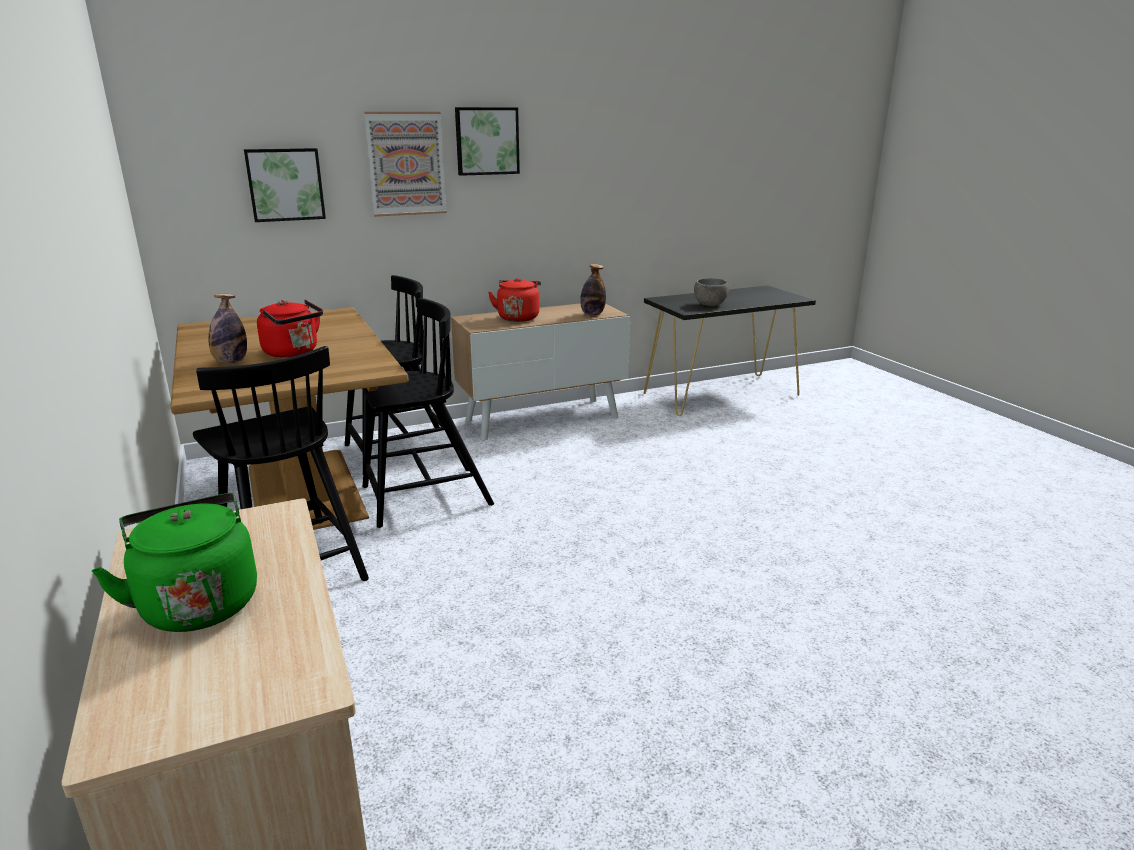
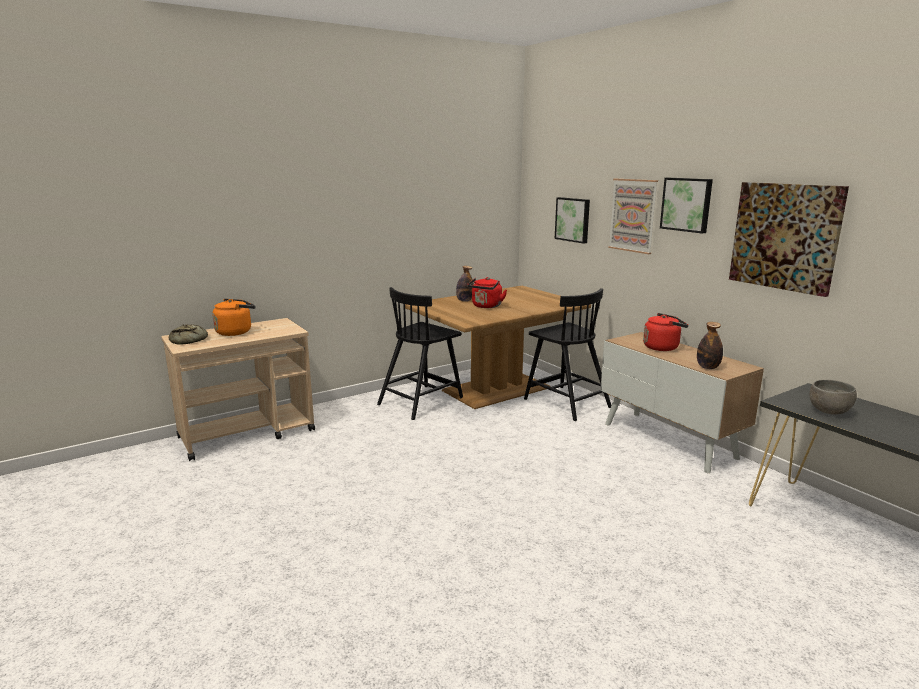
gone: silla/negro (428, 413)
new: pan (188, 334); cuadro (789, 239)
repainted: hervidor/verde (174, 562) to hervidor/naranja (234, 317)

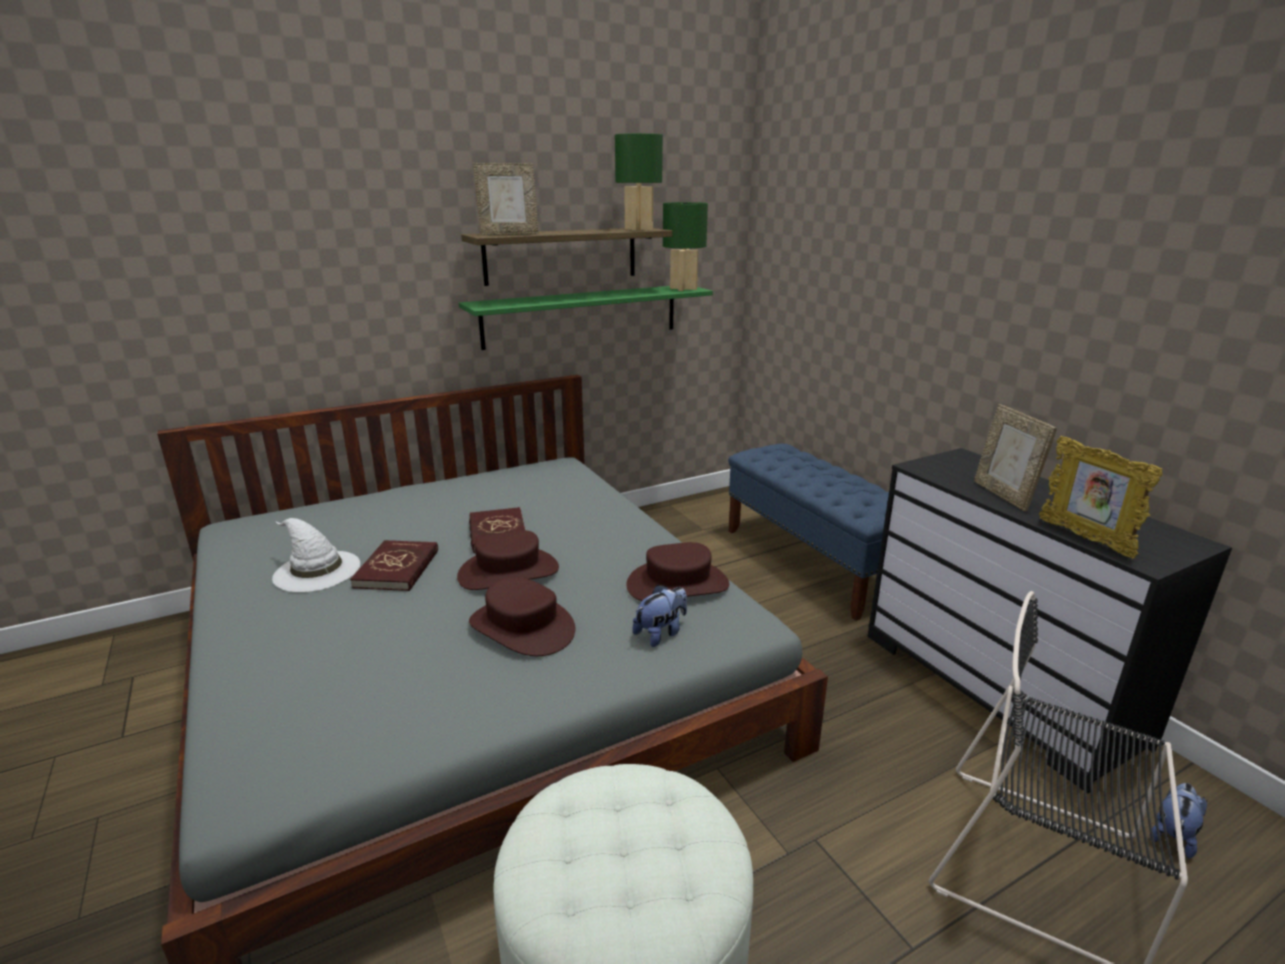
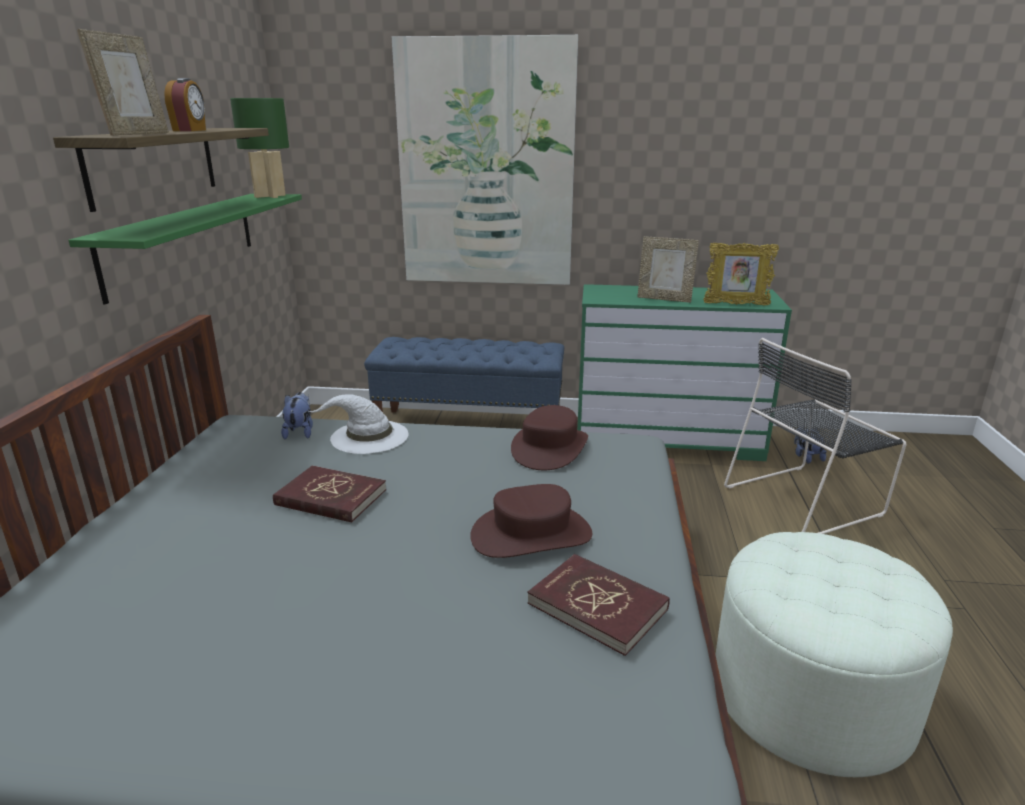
gone: sombrero/marrón (508, 560); lámpara de mesa/verde (639, 182)
new: despertador (185, 104); cuadro (485, 160)
shifted: peluche (659, 616) to (297, 415); sombrero/blanco (316, 555) to (358, 424); libro/rojo (394, 565) to (598, 605)
repainted: cómoda/negro (1050, 621) to cómoda/verde (684, 372)

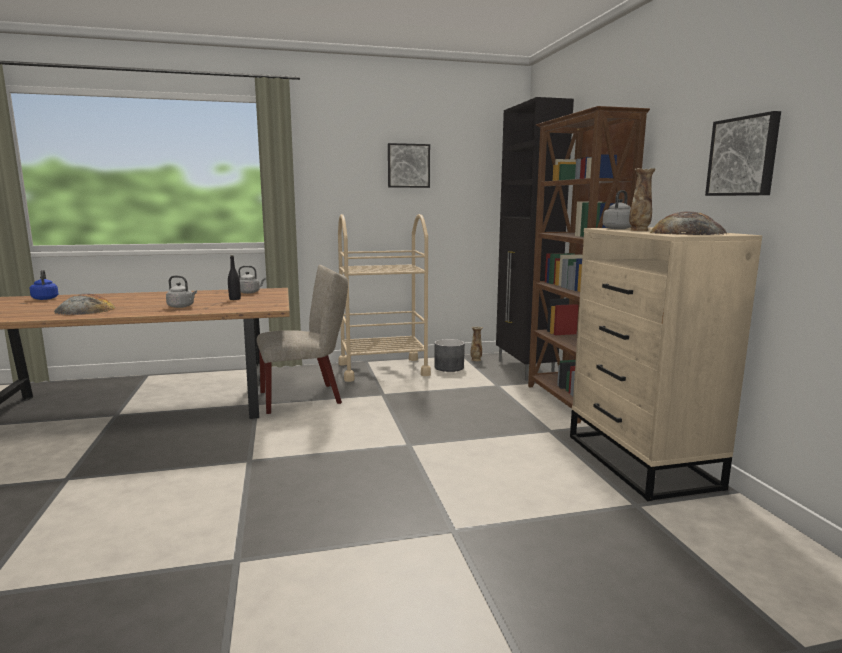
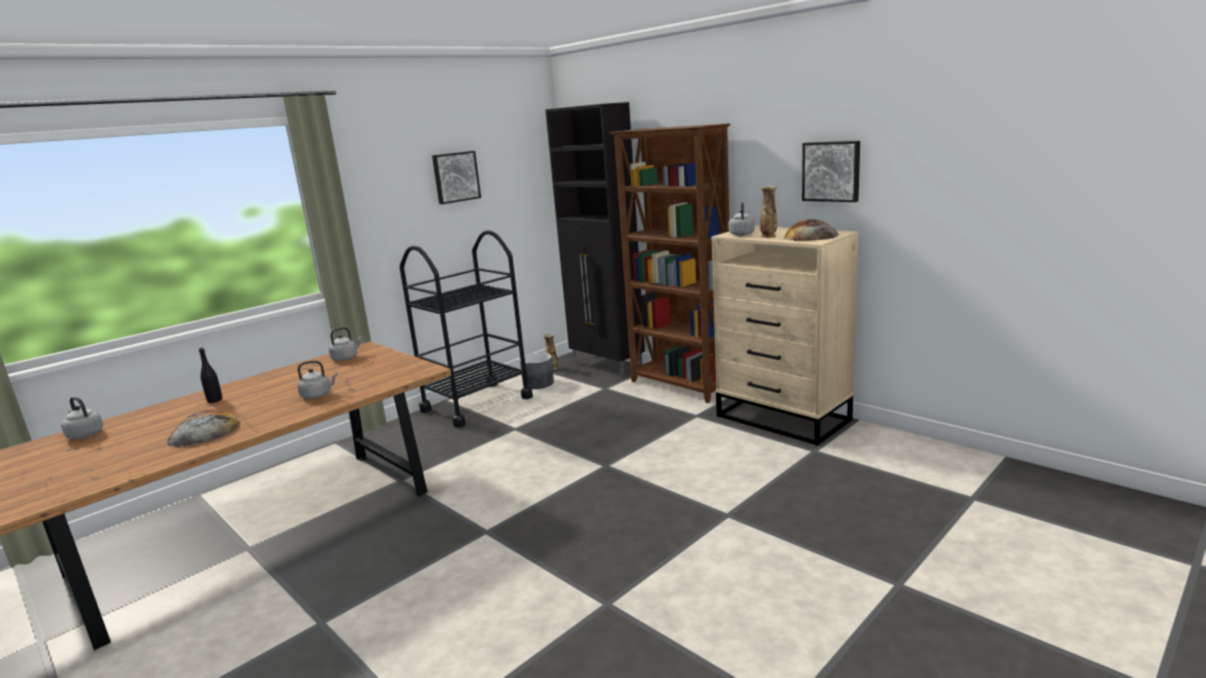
gone: silla/beis (302, 339)
shifted: botella/negro (234, 277) to (210, 375)
repainted: hervidor/azul (44, 285) to hervidor/gris (82, 418); carrito/beis (384, 298) to carrito/negro (466, 329)

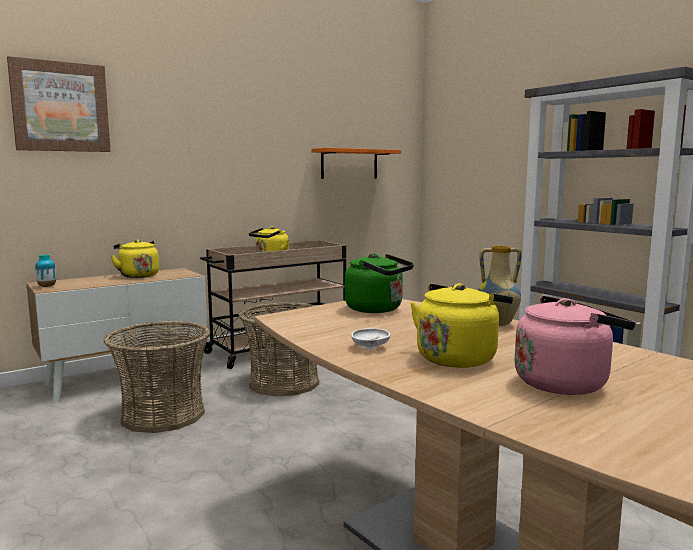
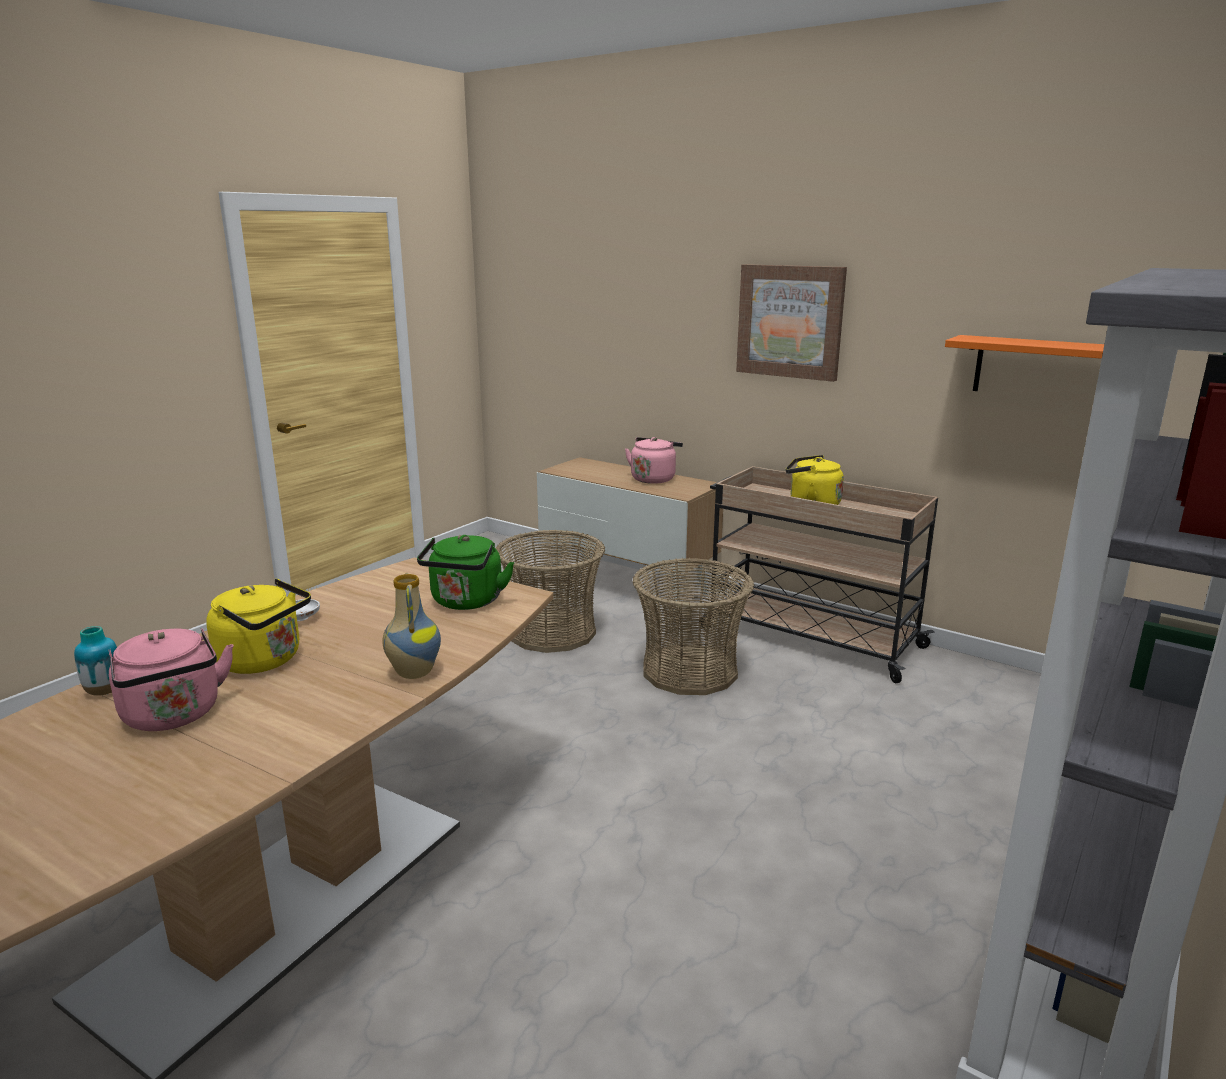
shifted: florero (45, 270) to (95, 661); cuadro (59, 104) to (791, 323)
repainted: hervidor/amarillo (134, 258) to hervidor/rosa (654, 460)

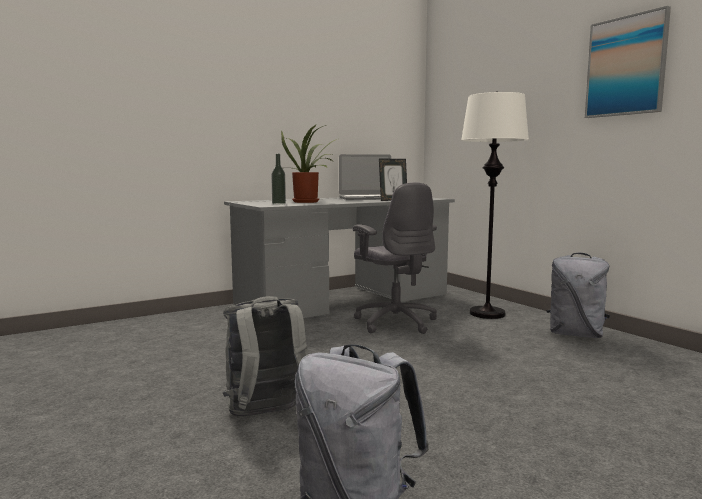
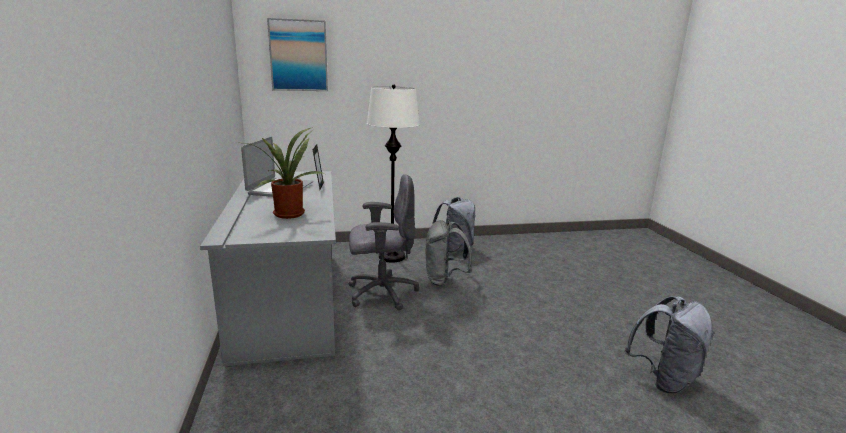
gone: botella (278, 179)
shifted: cuadro (628, 62) to (297, 54); mochila/gris (265, 356) to (448, 253)

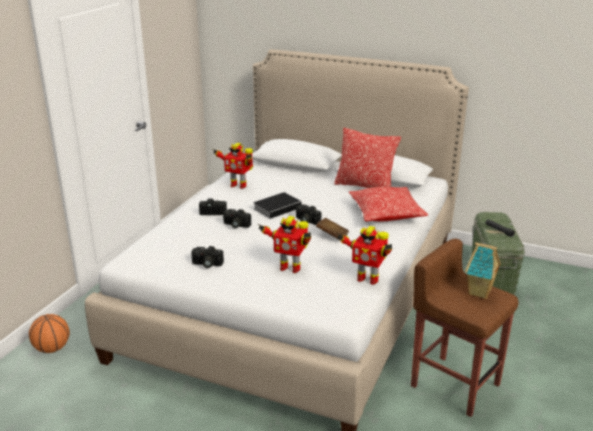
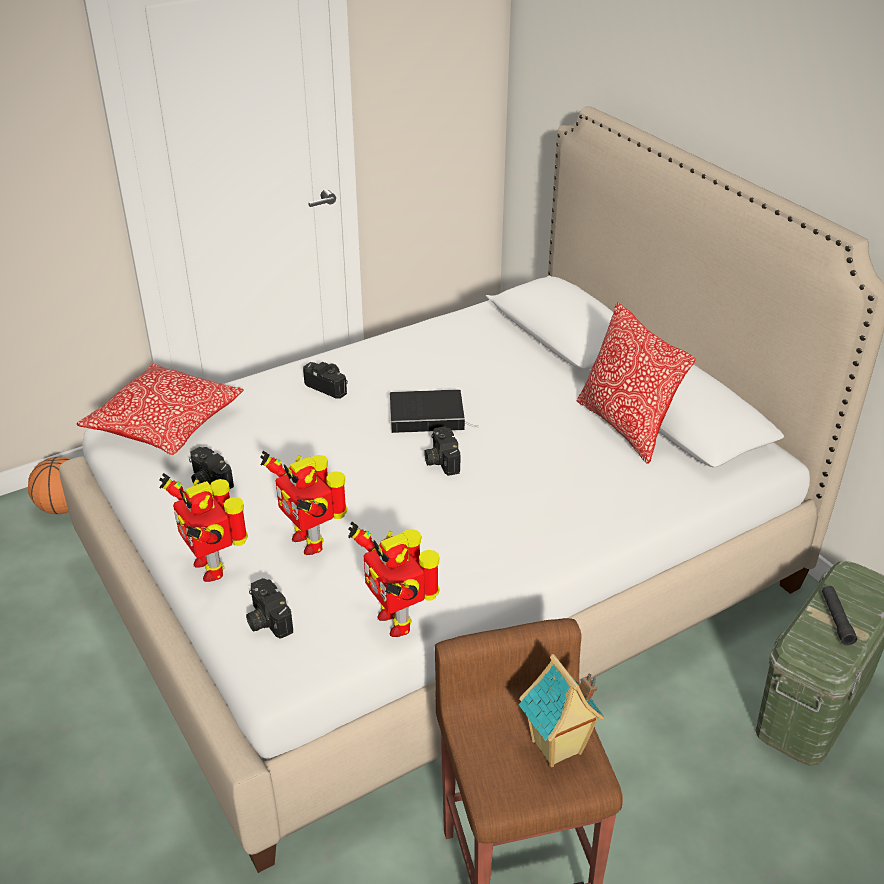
gone: libro/marrón (332, 229)
shifted: cojín (388, 204) to (160, 409); robot de juguete (233, 166) to (203, 527); cámara (237, 218) to (269, 608)

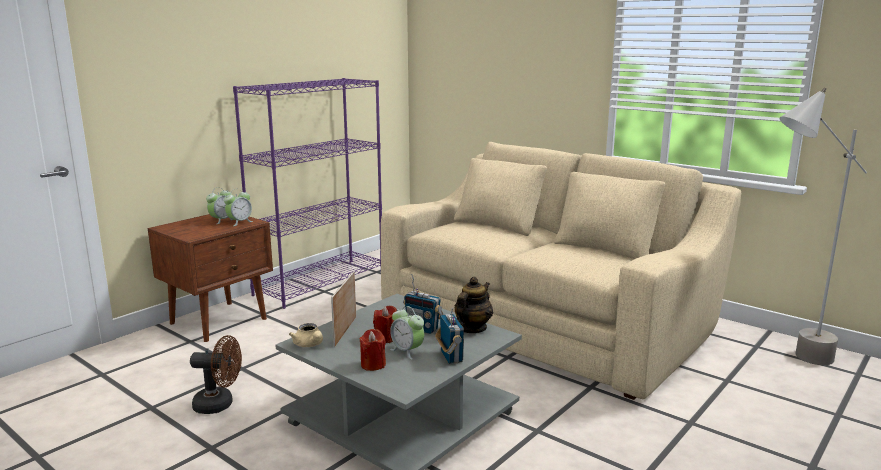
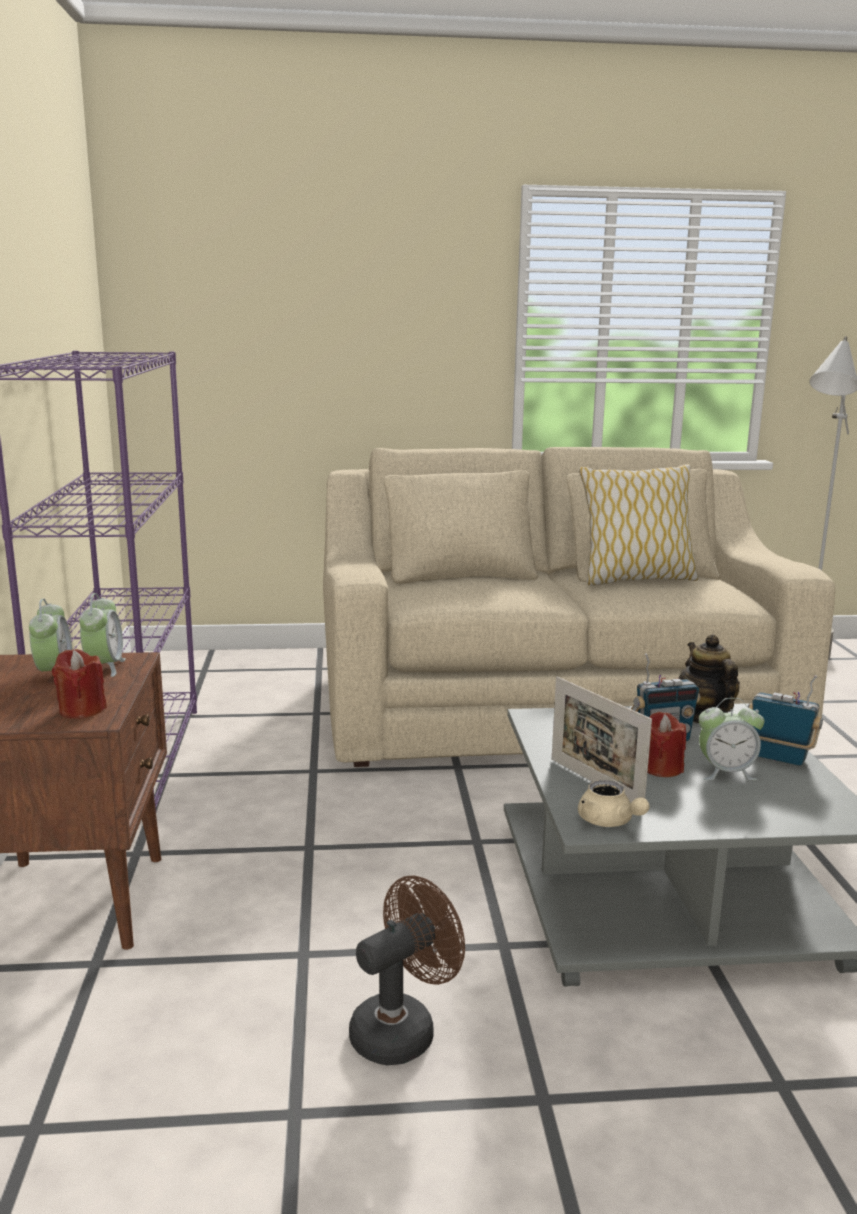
new: cojín (638, 525)
shifted: vela/rojo (372, 350) to (79, 684)
rotated: tetera/beis (306, 335) = (614, 803) 45 degrees clockwise

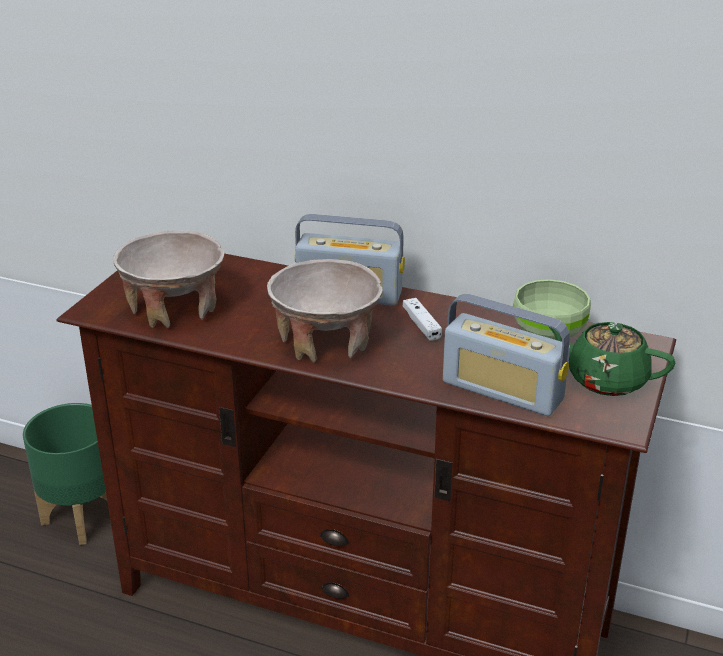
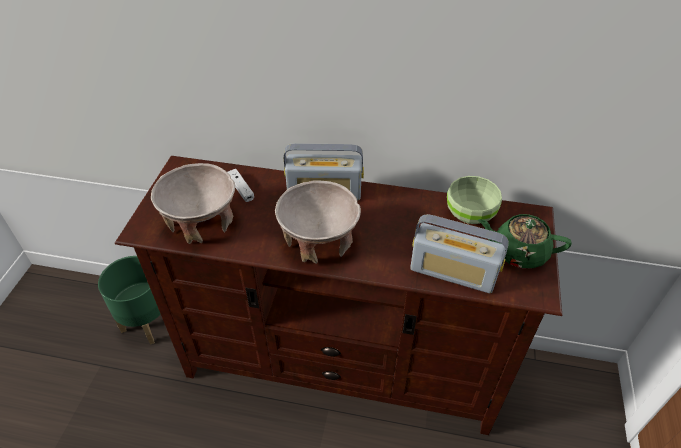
shifted: mando de consola/blanco (422, 319) to (241, 185)

